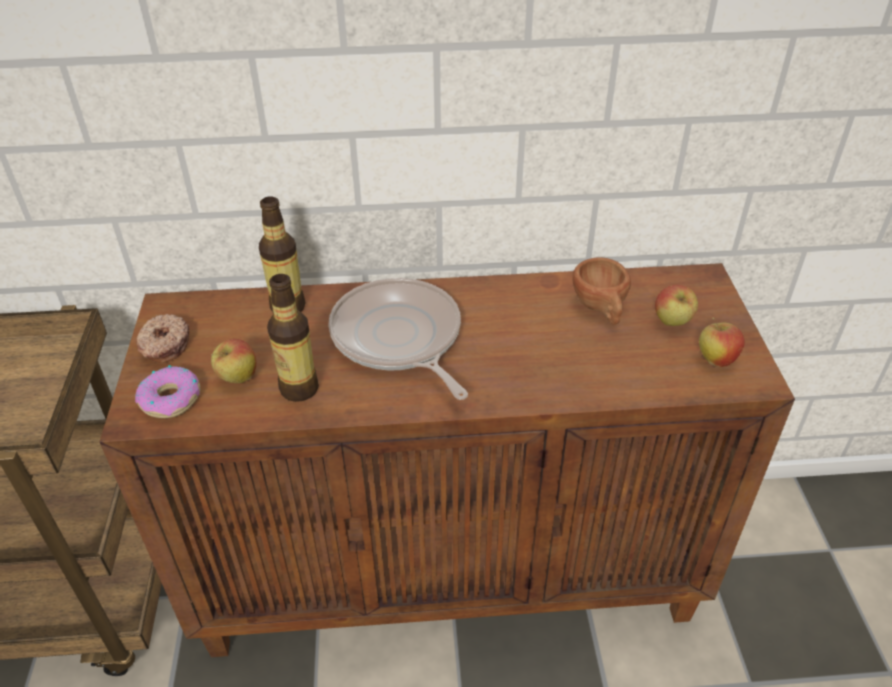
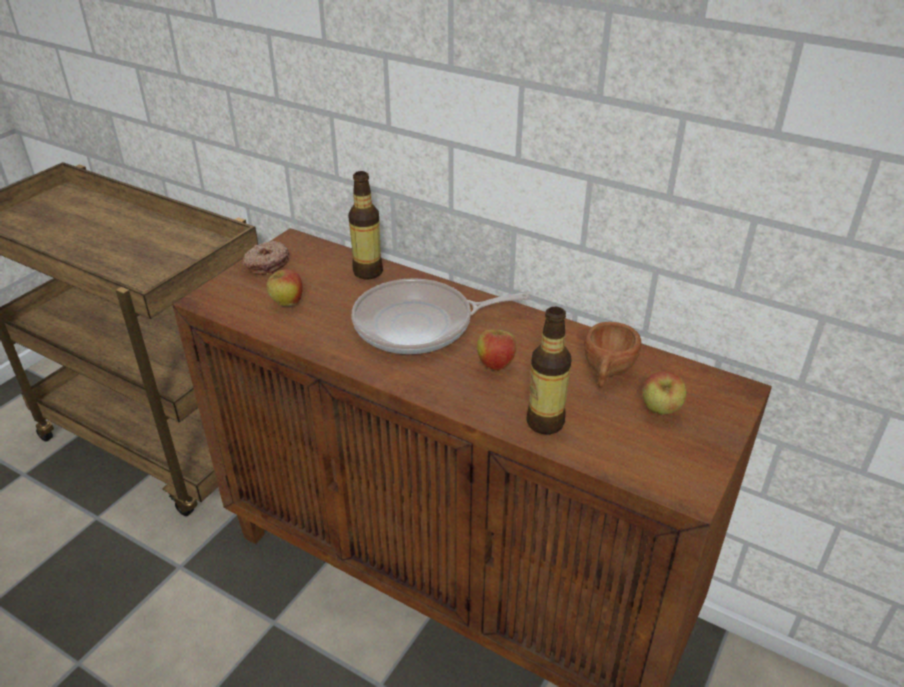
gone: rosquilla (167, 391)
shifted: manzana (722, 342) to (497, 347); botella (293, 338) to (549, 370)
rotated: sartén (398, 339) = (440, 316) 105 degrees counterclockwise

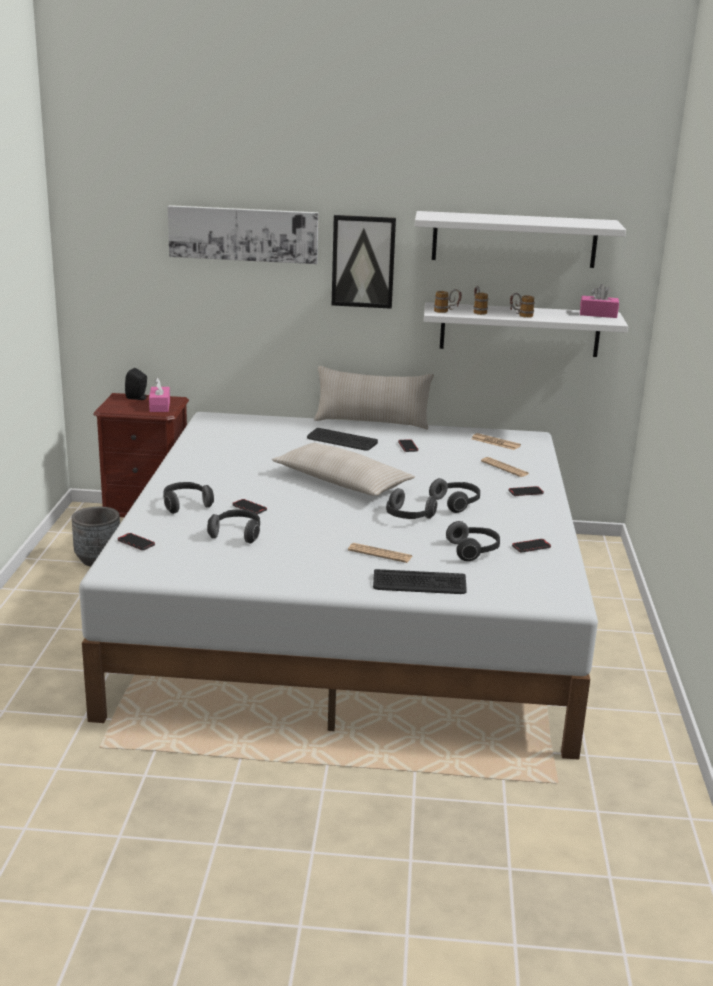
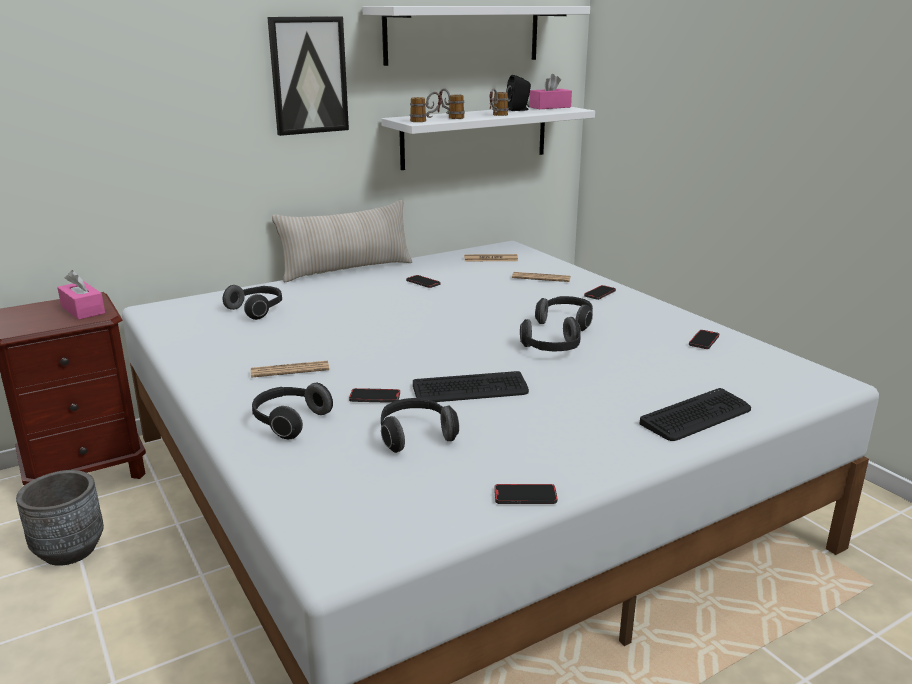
gone: cuadro (243, 234); cojín/beis (343, 469)
shifted: auriculares (473, 541) to (252, 302); periódico (380, 553) to (290, 369); teclado (342, 439) to (471, 386); móvil (136, 541) to (525, 494); altavoz/negro (136, 384) to (518, 93)

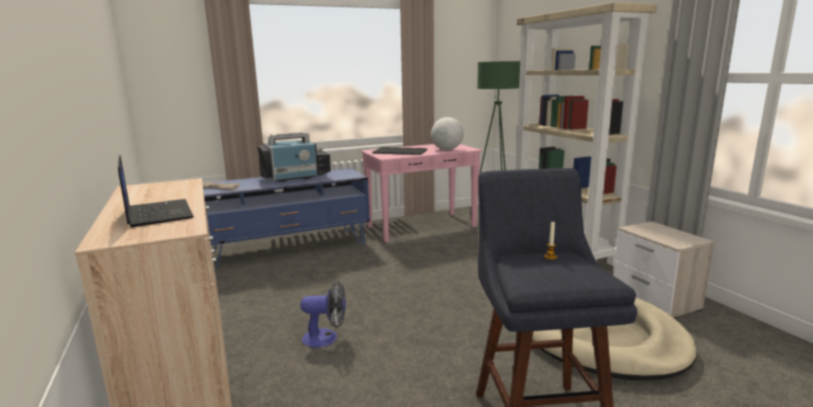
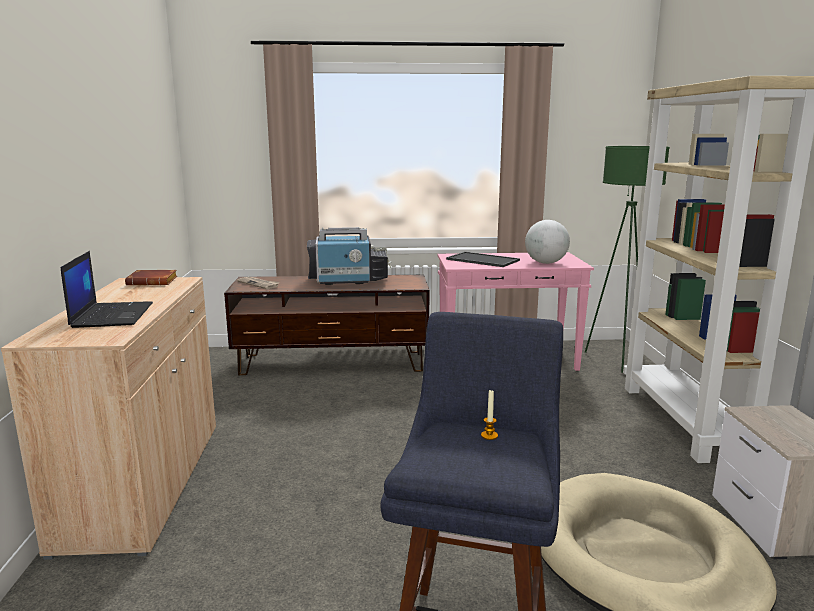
gone: ventilador (323, 314)
new: libro/marrón (151, 278)
repainted: mueble de televisión/azul (286, 218) to mueble de televisión/marrón (327, 325)

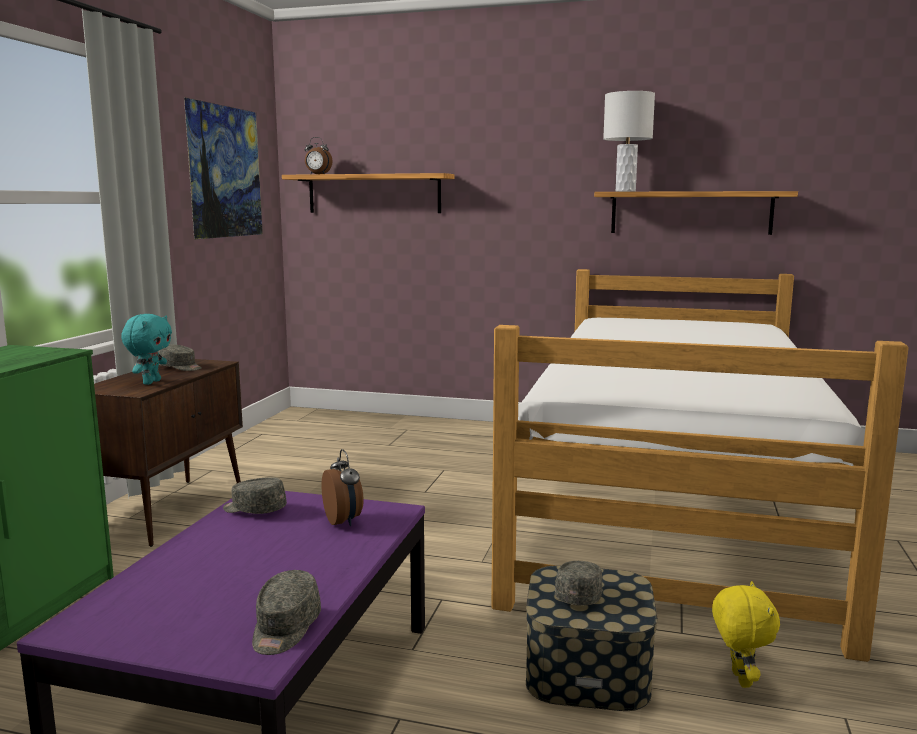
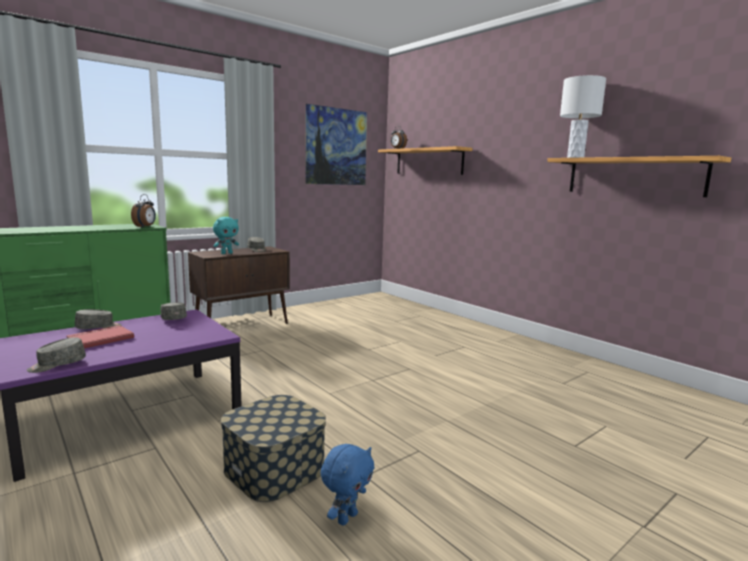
gone: cama (700, 465)
new: libro/rojo (100, 337)
shifted: gorra/gris (579, 583) to (98, 319); despertador (343, 487) to (143, 211)
repainted: peluche/amarillo (746, 634) to peluche/azul (348, 484)

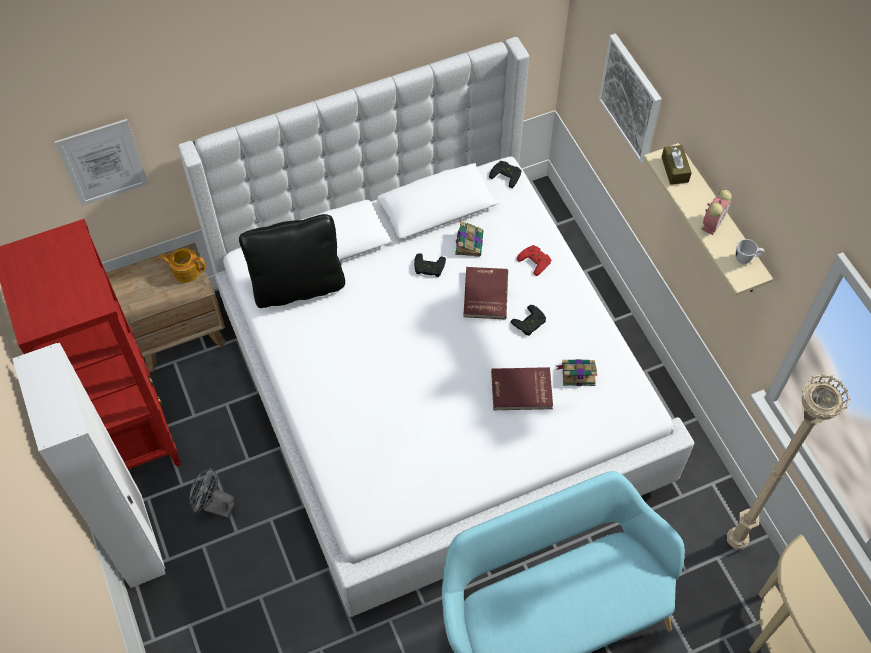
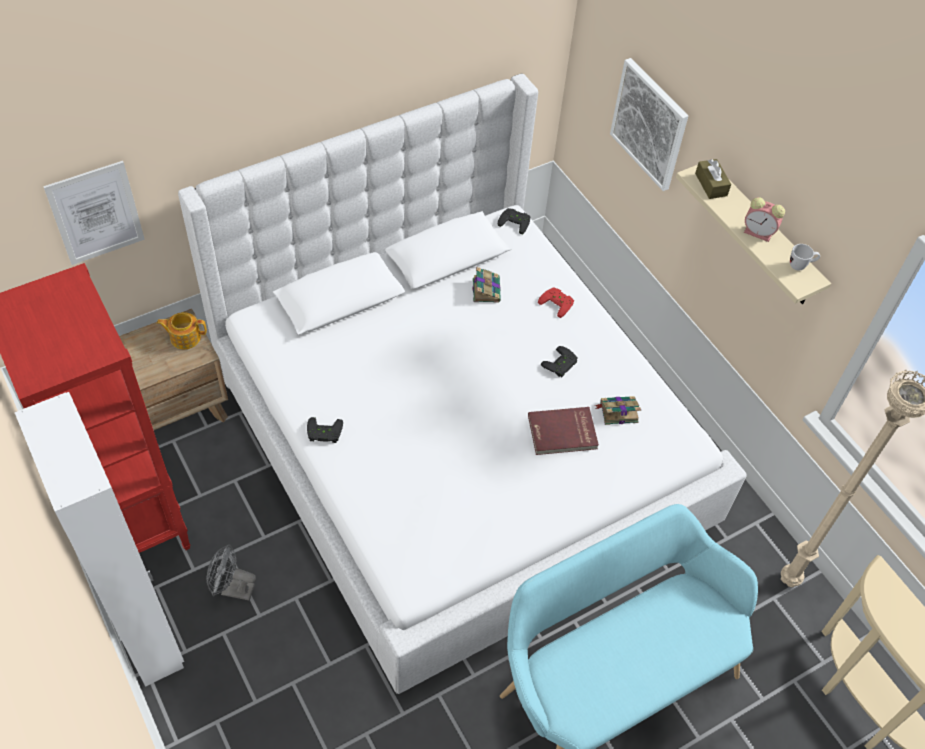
gone: cojín/negro (292, 261); libro/rojo (485, 293)
shifted: mando de consola/negro (430, 265) to (325, 430)
rotated: despertador (717, 212) = (764, 219) 90 degrees clockwise

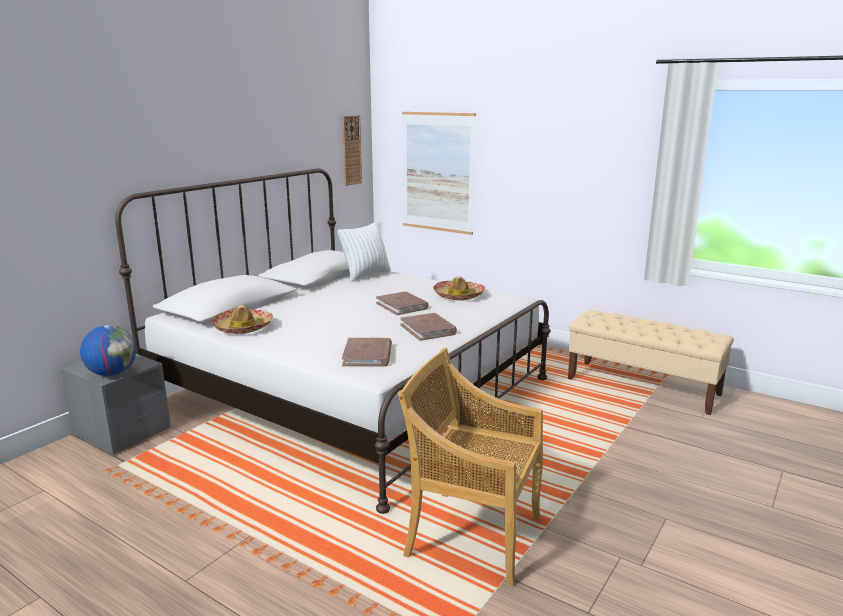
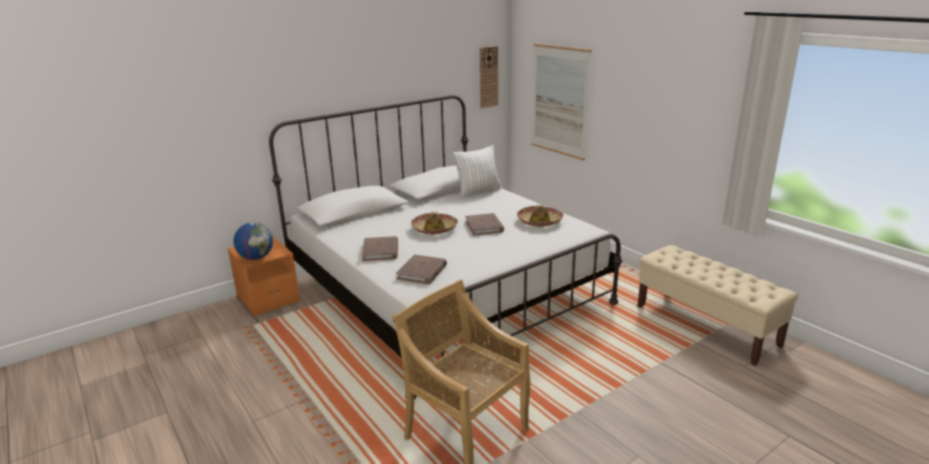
shifted: libro/marrón (428, 327) to (380, 248); sombrero (242, 319) to (434, 223)
repainted: mesita de noche/gris (115, 404) to mesita de noche/naranja (264, 276)

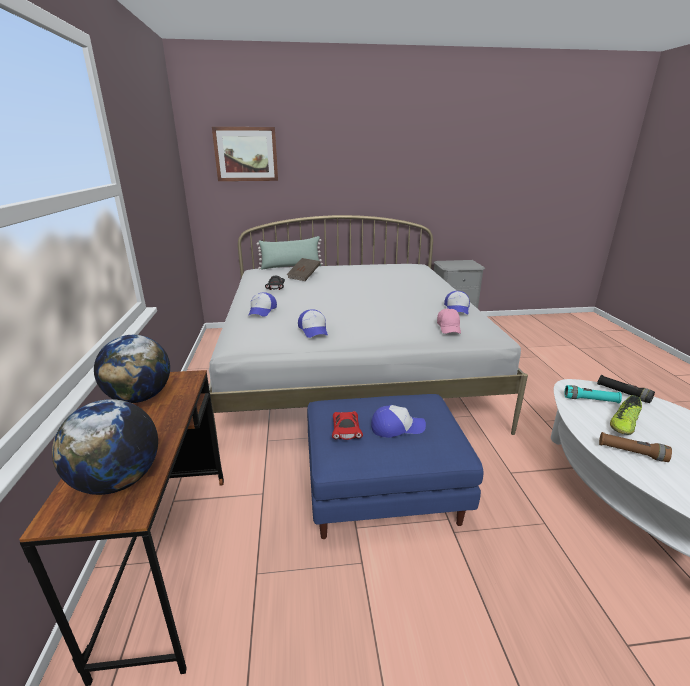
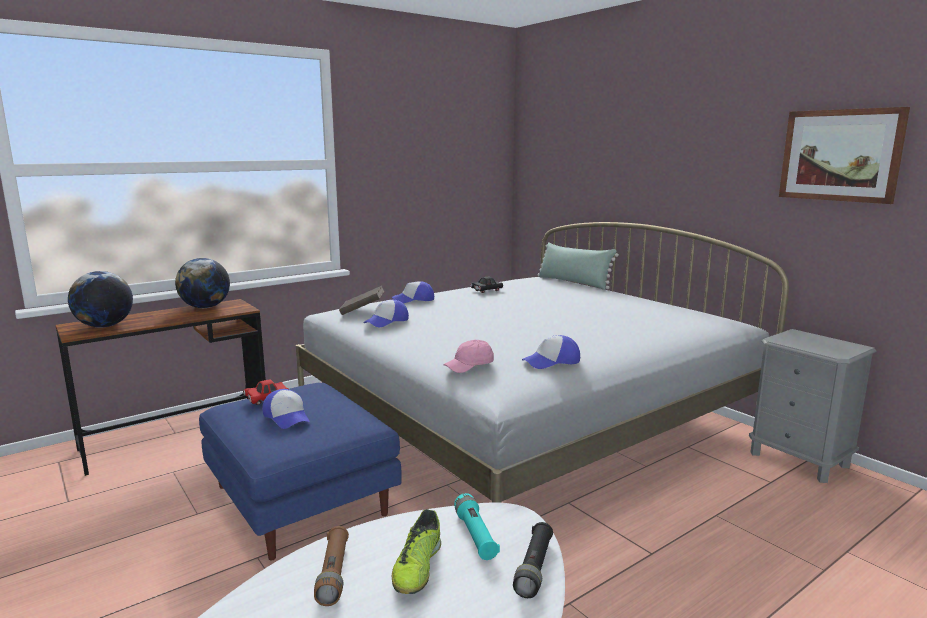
shifted: libro/marrón (303, 269) to (362, 300); cuadro (245, 154) to (844, 155)
rotated: zapato (626, 415) = (416, 551) 90 degrees counterclockwise

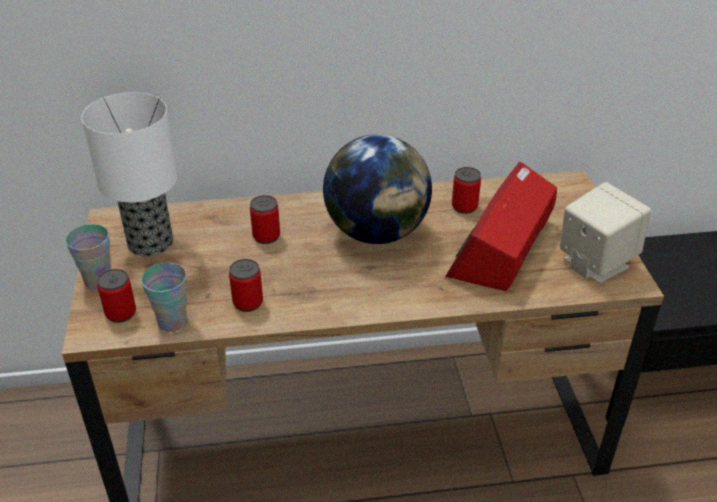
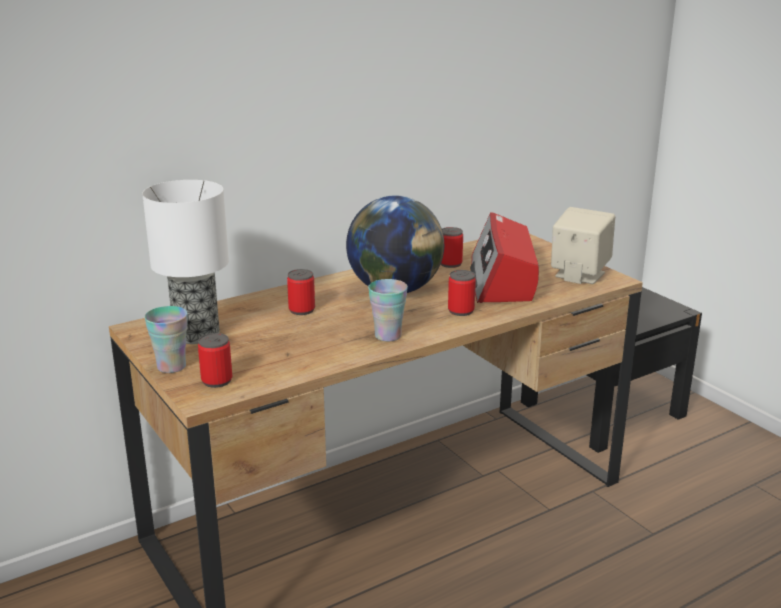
shifted: taza (164, 297) to (388, 310); lata (246, 285) to (462, 293)

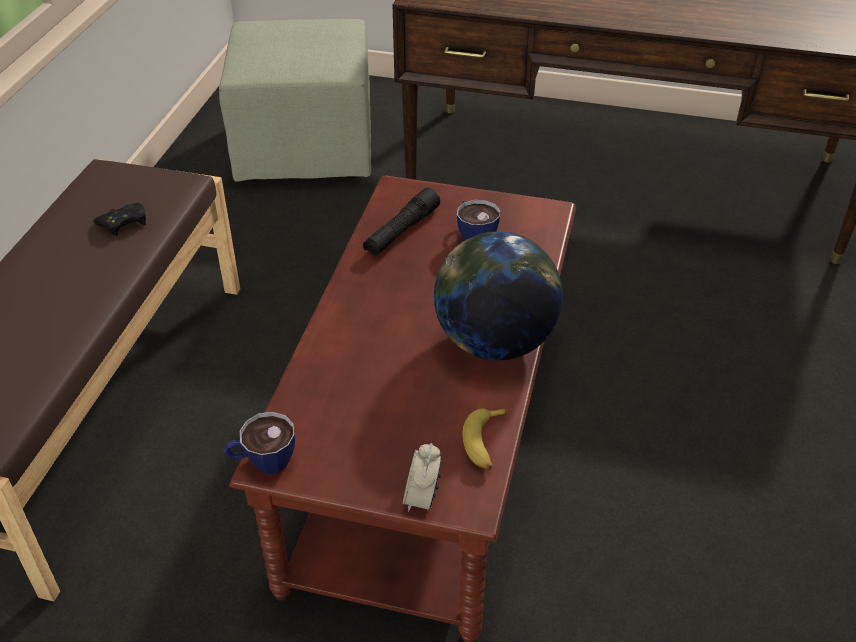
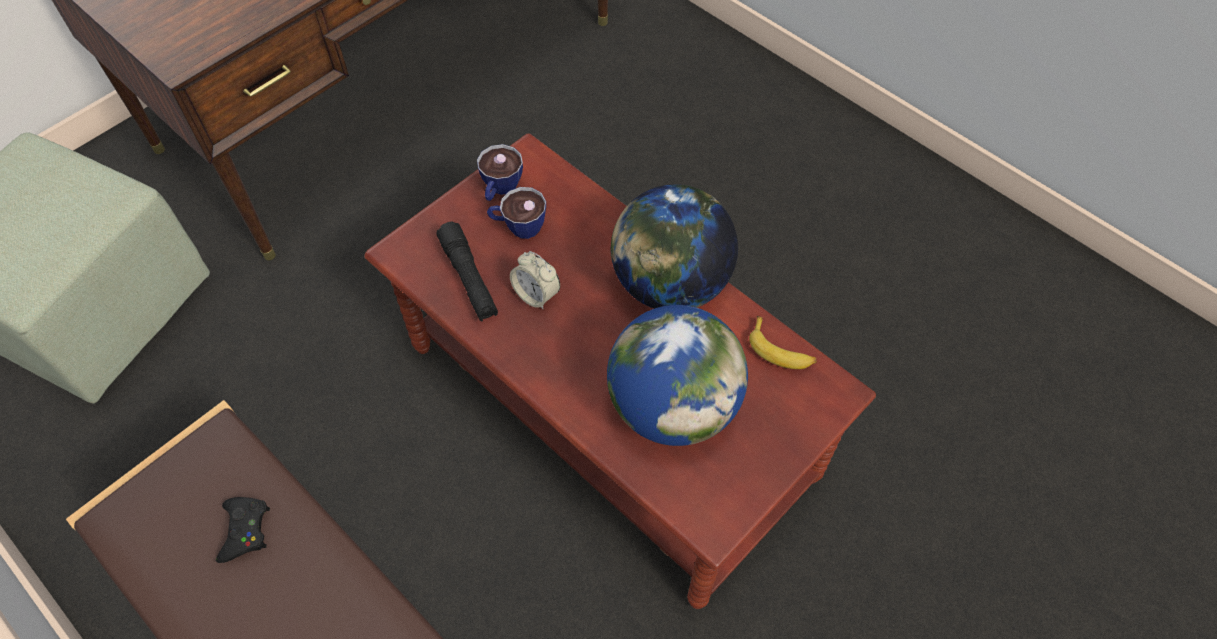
new: globo terráqueo (677, 375)
shifted: taza (259, 442) to (500, 172); despertador (422, 477) to (535, 280)

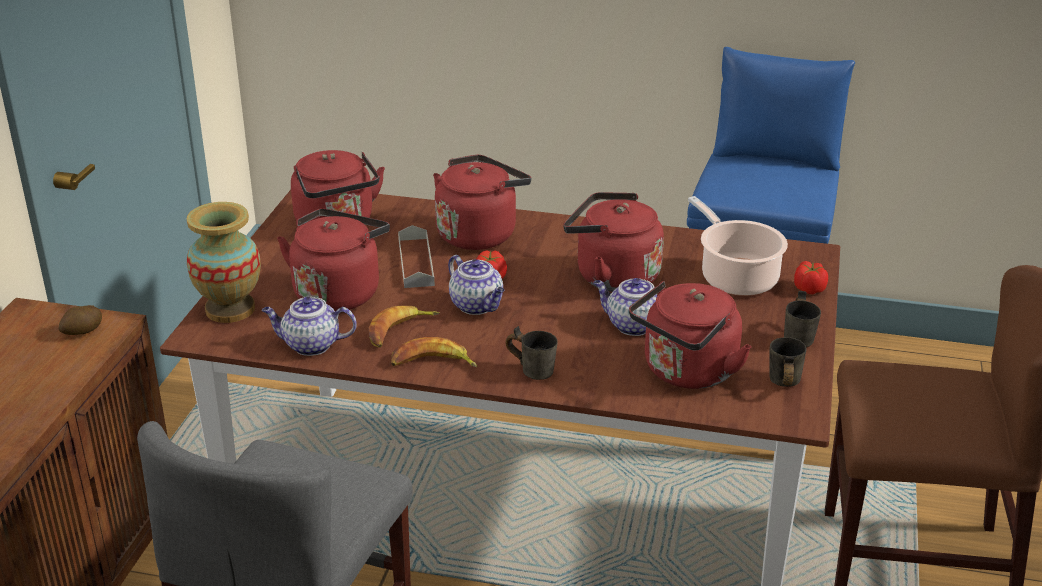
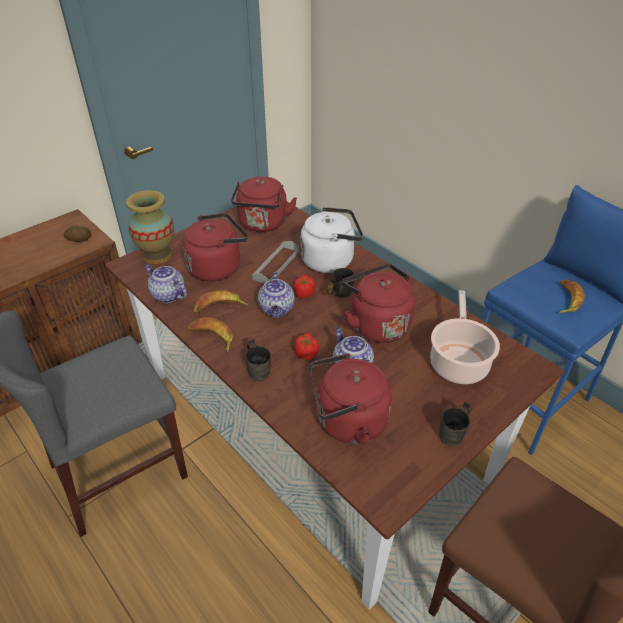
new: plátano (572, 296)
shifted: tomate (811, 277) to (306, 346); taza grande/gris (787, 362) to (340, 283)
repainted: hervidor/rojo (482, 202) to hervidor/blanco (332, 240)

